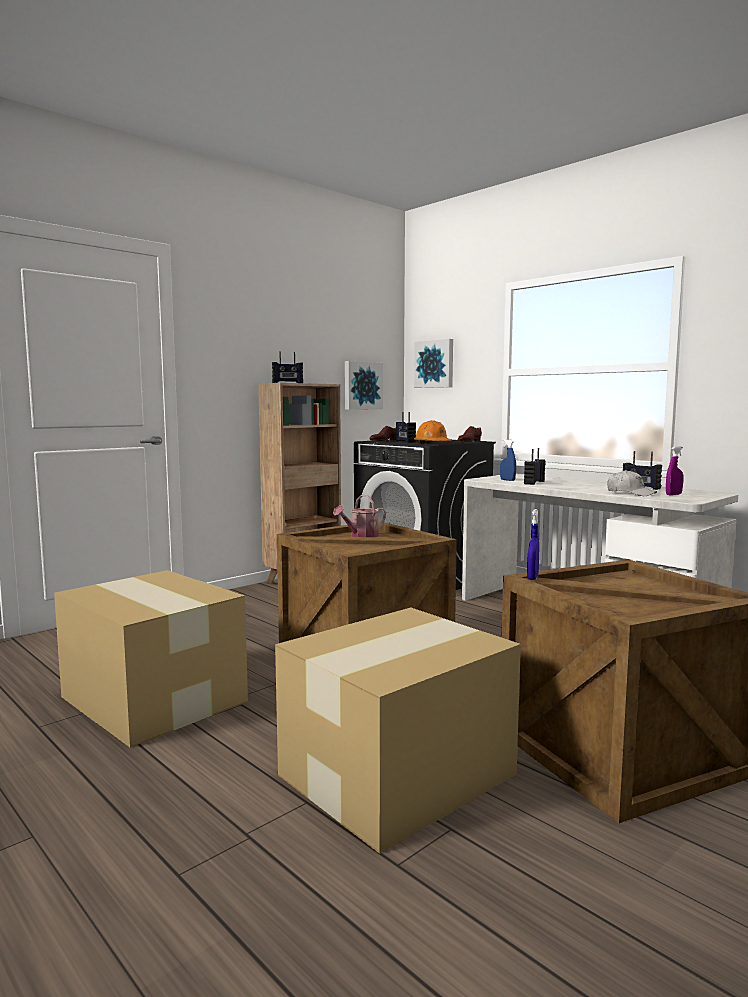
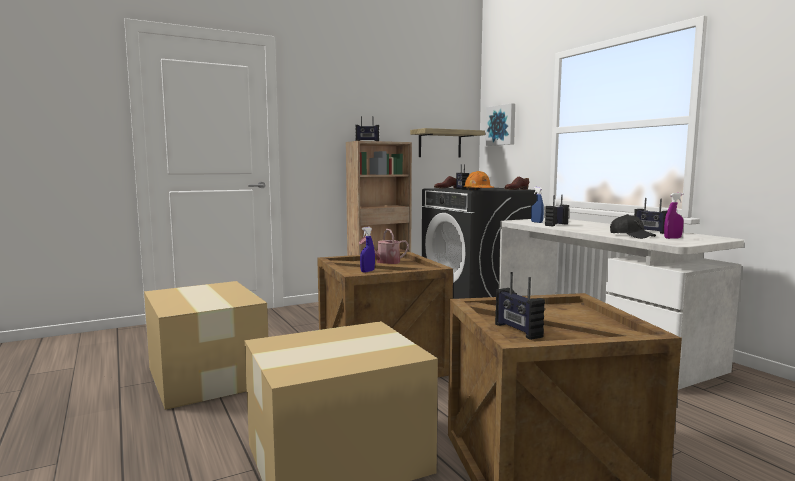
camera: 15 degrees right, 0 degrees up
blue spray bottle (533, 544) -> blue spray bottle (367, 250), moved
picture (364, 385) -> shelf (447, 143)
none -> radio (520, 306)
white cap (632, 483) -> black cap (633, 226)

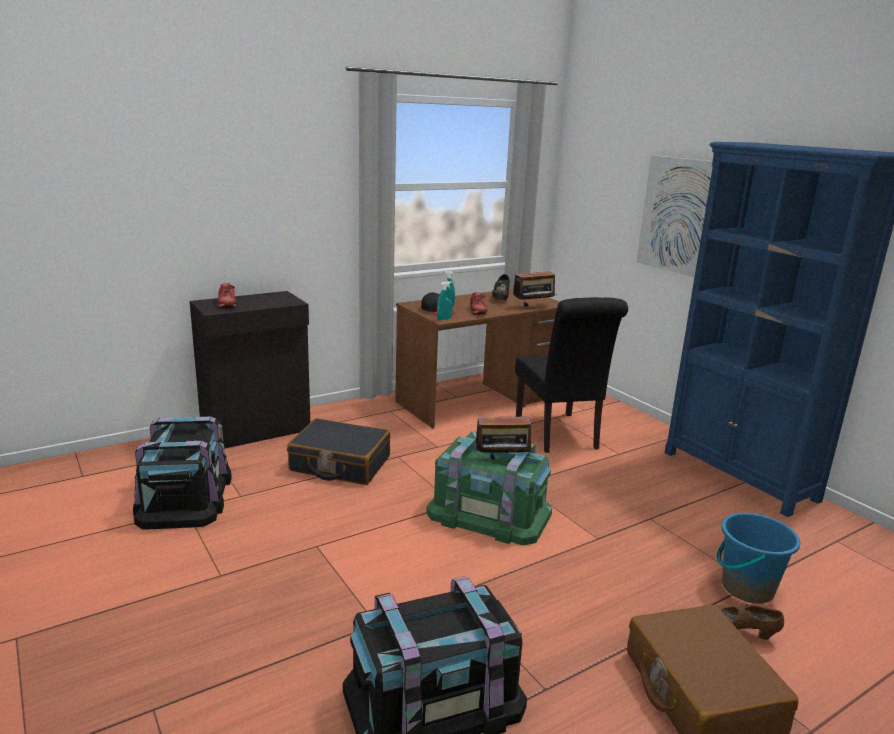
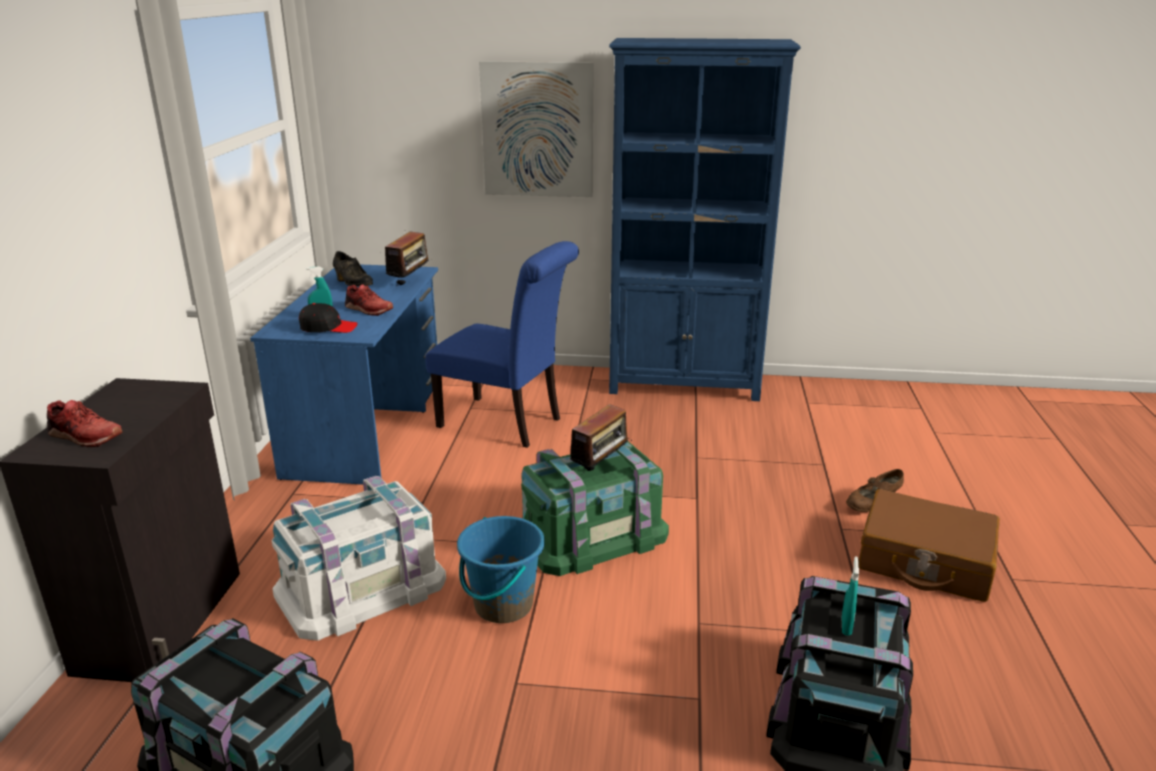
camera: 50 degrees left, 5 degrees up
brown desk (477, 359) -> blue desk (344, 375)
black suitcase (338, 451) -> white storage box (359, 558)
black chair (571, 375) -> blue chair (502, 344)
blue bucket (758, 558) -> blue bucket (501, 569), moved
turquoise spray bottle (445, 300) -> turquoise spray bottle (850, 596), moved

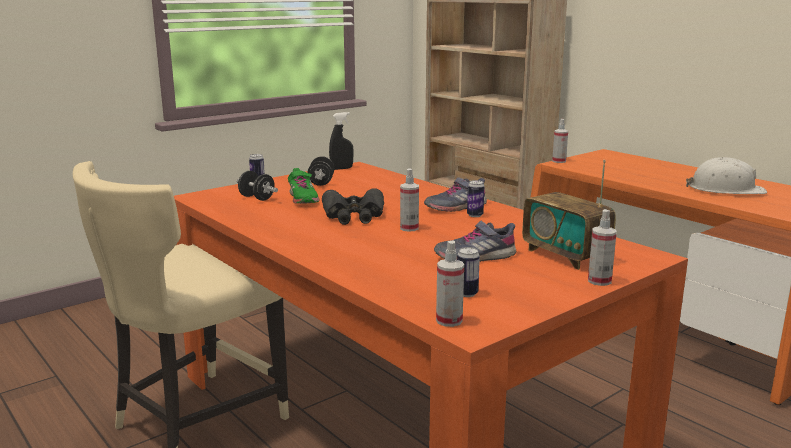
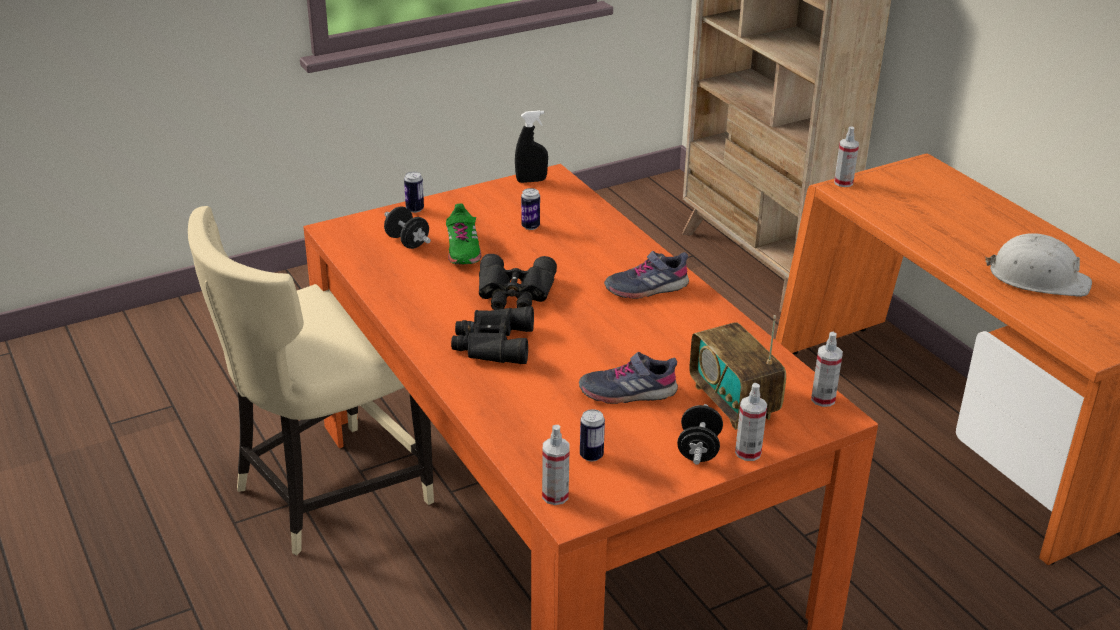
camera: 10 degrees right, 15 degrees up
none -> black binoculars (492, 335)
can (475, 198) -> can (530, 209), moved
black dumbbell (321, 171) -> black dumbbell (700, 434), moved
spray bottle (409, 200) -> spray bottle (827, 369), moved

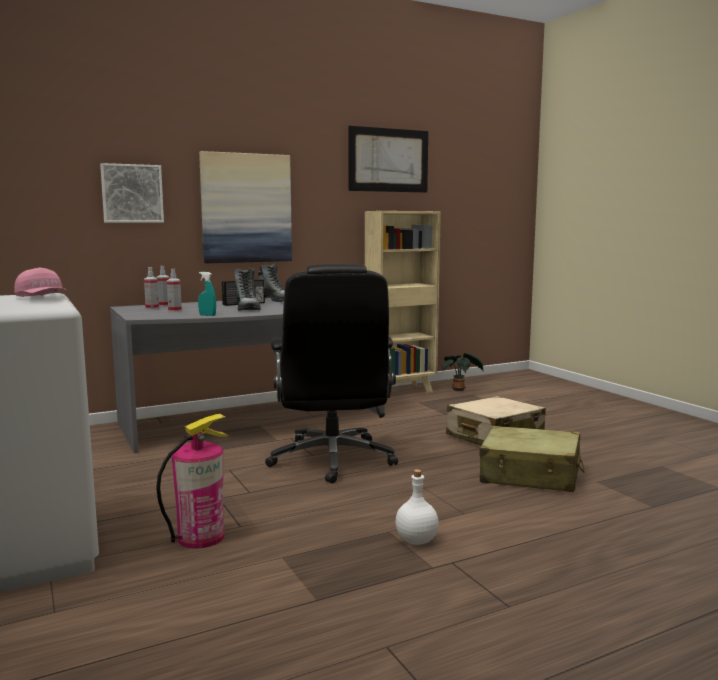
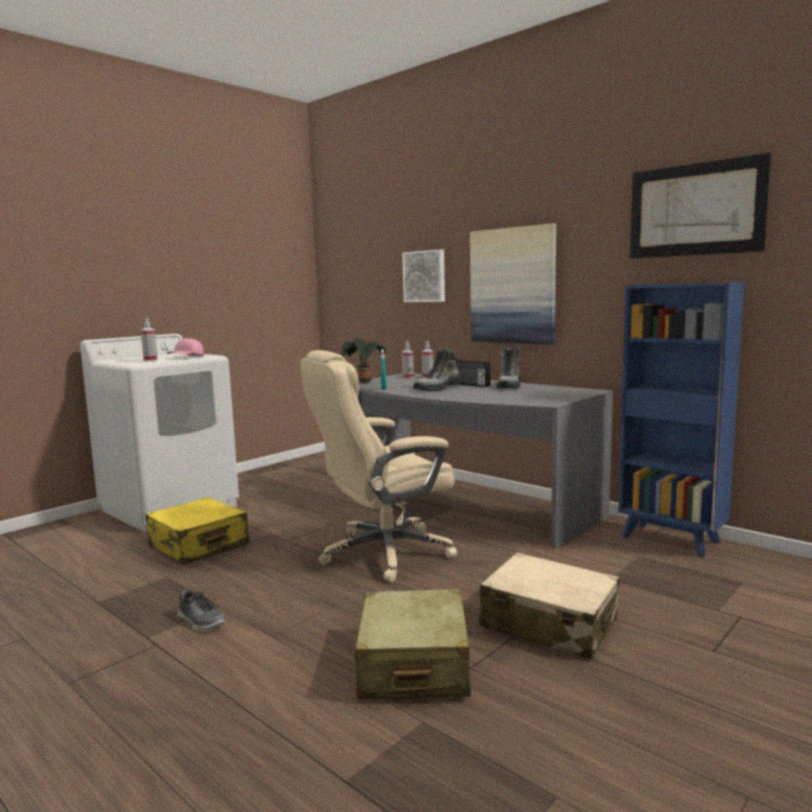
camera: 70 degrees right, 0 degrees up
spray bottle (174, 290) -> spray bottle (149, 339), moved
fire extinguisher (192, 481) -> yellow suitcase (197, 531)
white bottle (417, 507) -> shoe (201, 610)
black office chair (331, 374) -> beige office chair (379, 466)
potted plant (462, 372) -> potted plant (363, 360), moved
beige bookcase (403, 302) -> blue bookcase (681, 419)

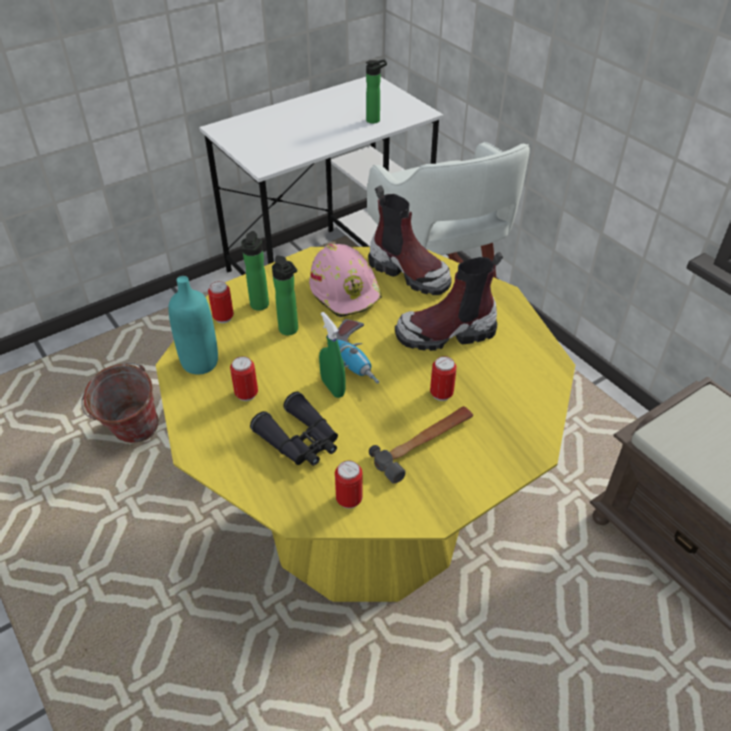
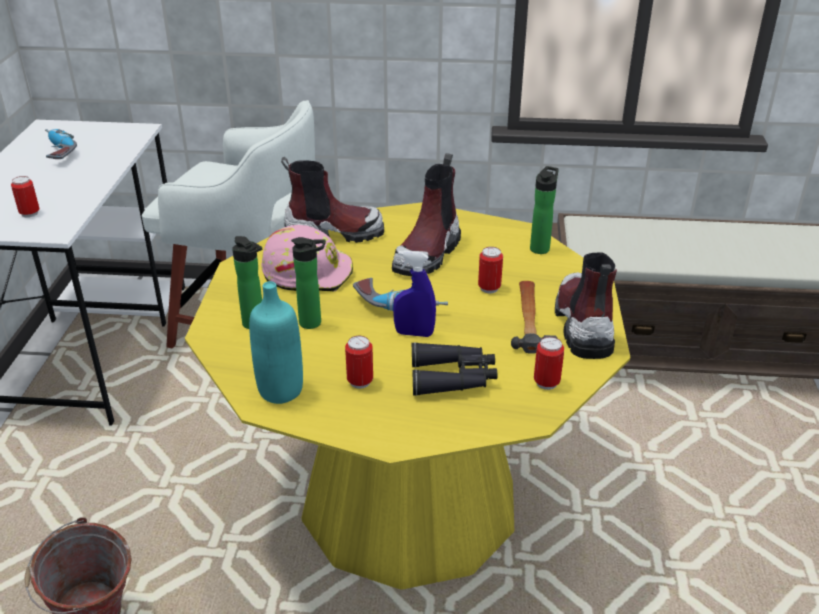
camera: 50 degrees left, 10 degrees down
can (221, 302) -> can (25, 197), moved
none -> power drill (61, 144)
green spray bottle (332, 355) -> blue spray bottle (414, 294)
bottle (376, 92) -> bottle (544, 210), moved
none -> boot (586, 305)

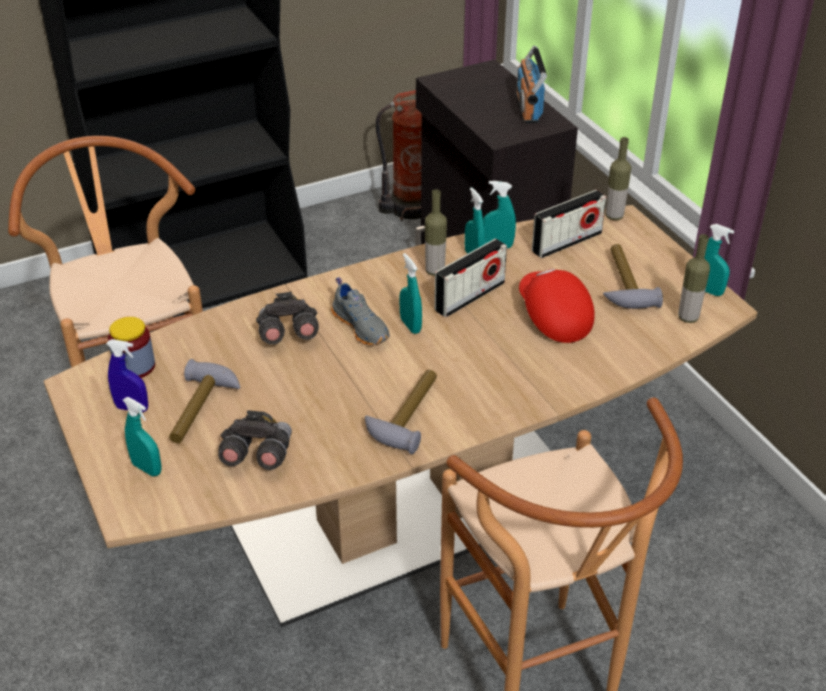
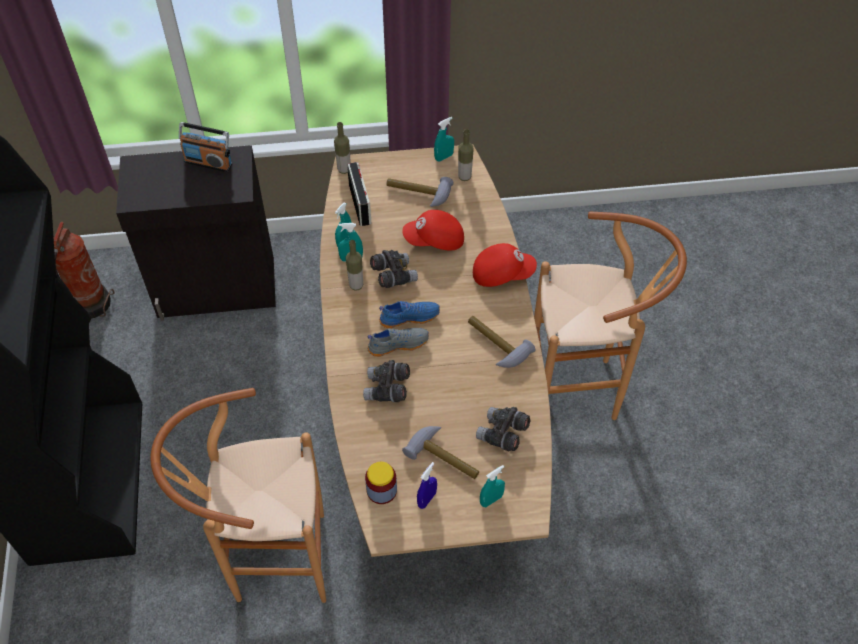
camera: 70 degrees left, 15 degrees up
radio (470, 278) -> grey binoculars (394, 269)
turquoise spray bottle (410, 293) -> blue shoe (409, 314)
none -> red cap (505, 265)

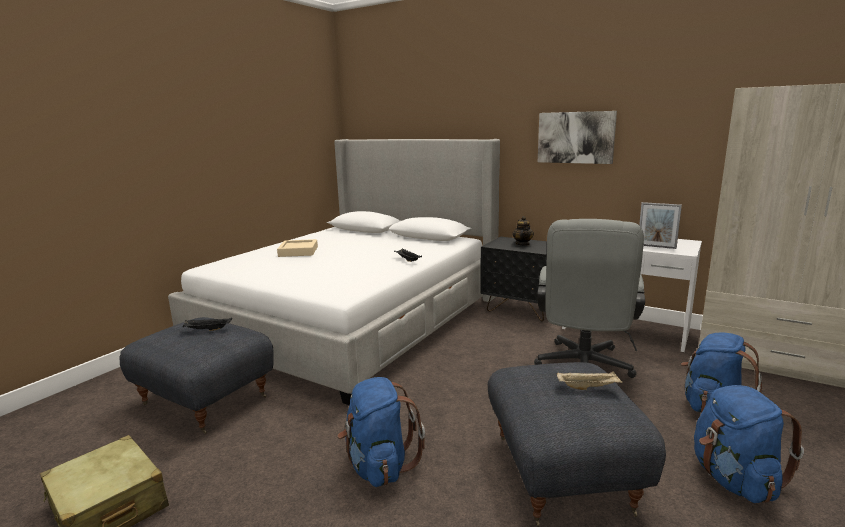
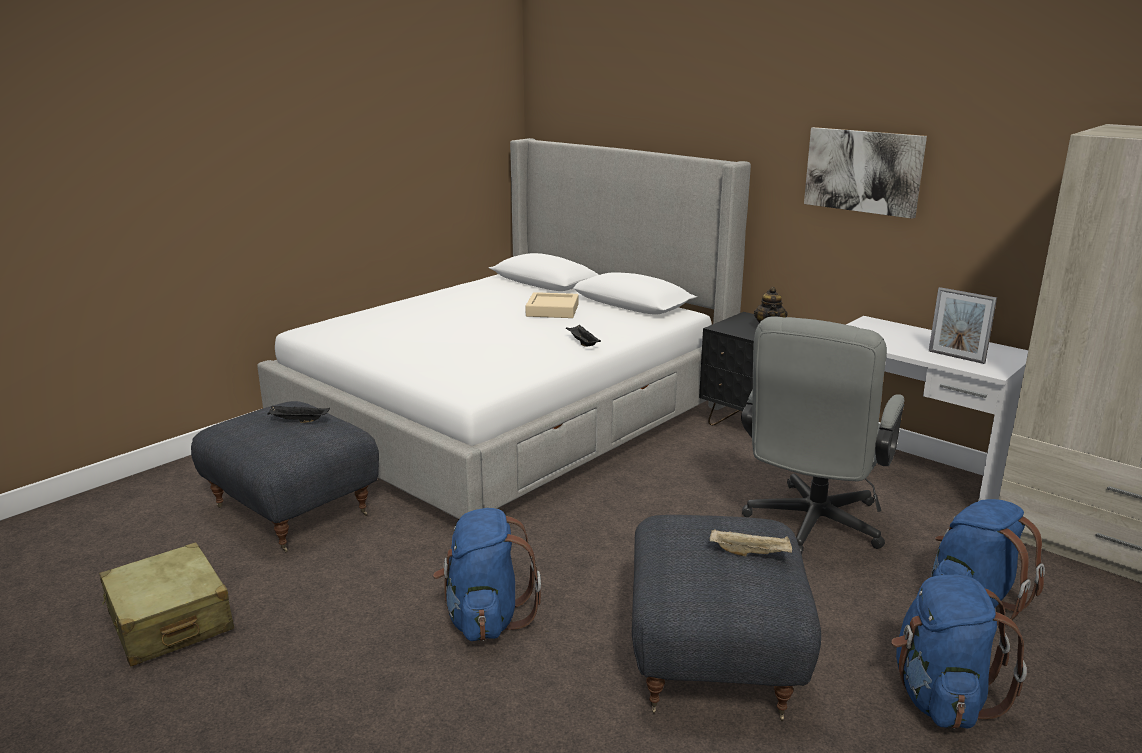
camera: 10 degrees right, 5 degrees up
beige tray (297, 248) -> beige tray (552, 305), moved

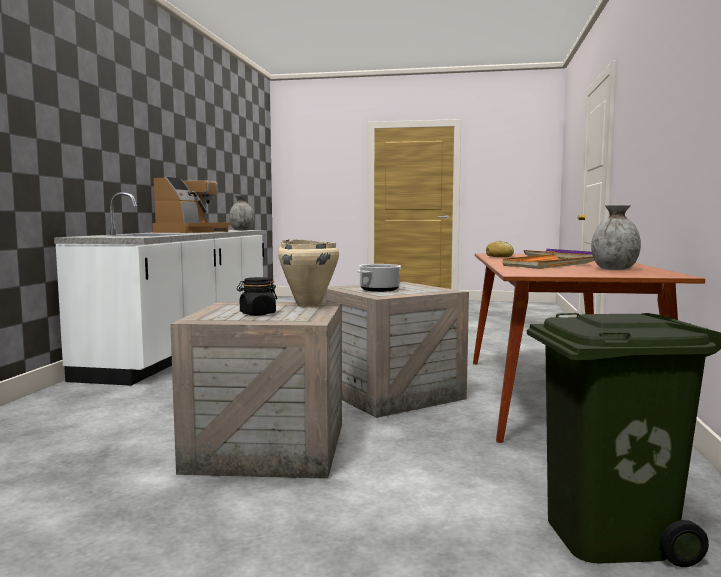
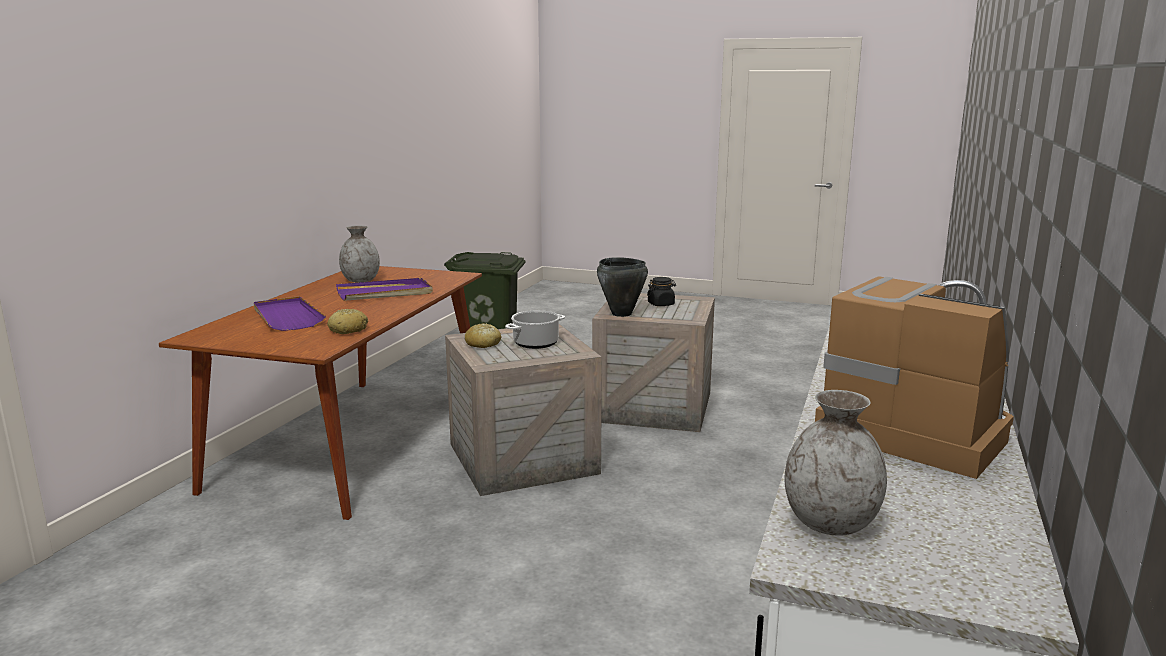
camera: 170 degrees left, 10 degrees up
orange tray (548, 261) -> purple tray (384, 289)
none -> bread (483, 335)
beige cooking pot (308, 273) -> black cooking pot (622, 287)
coffee machine (191, 205) -> coffee machine (914, 377), 105 degrees clockwise

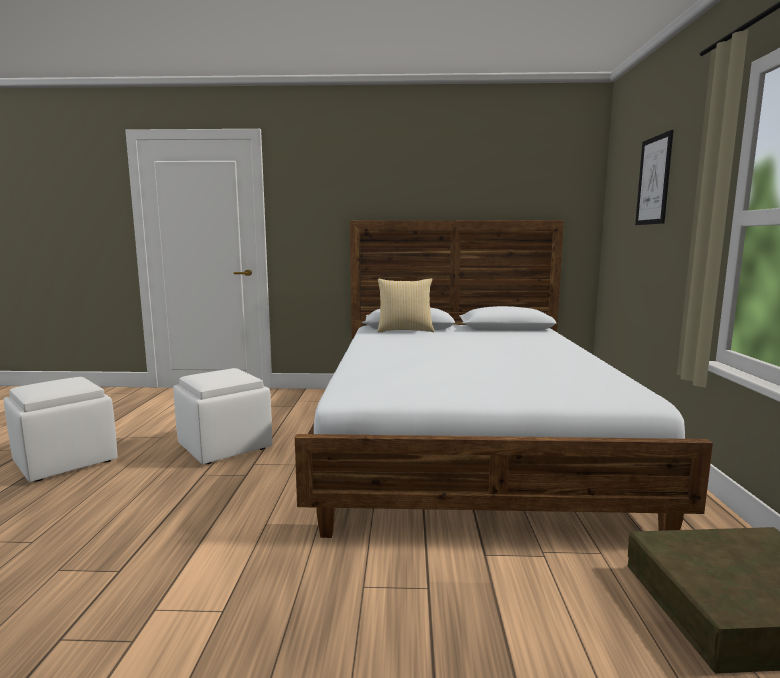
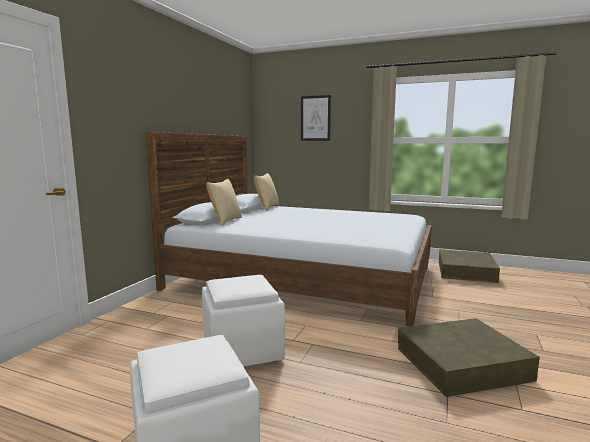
camera: 70 degrees left, 0 degrees up
none -> pillow (266, 191)
none -> brown storage box (469, 357)

